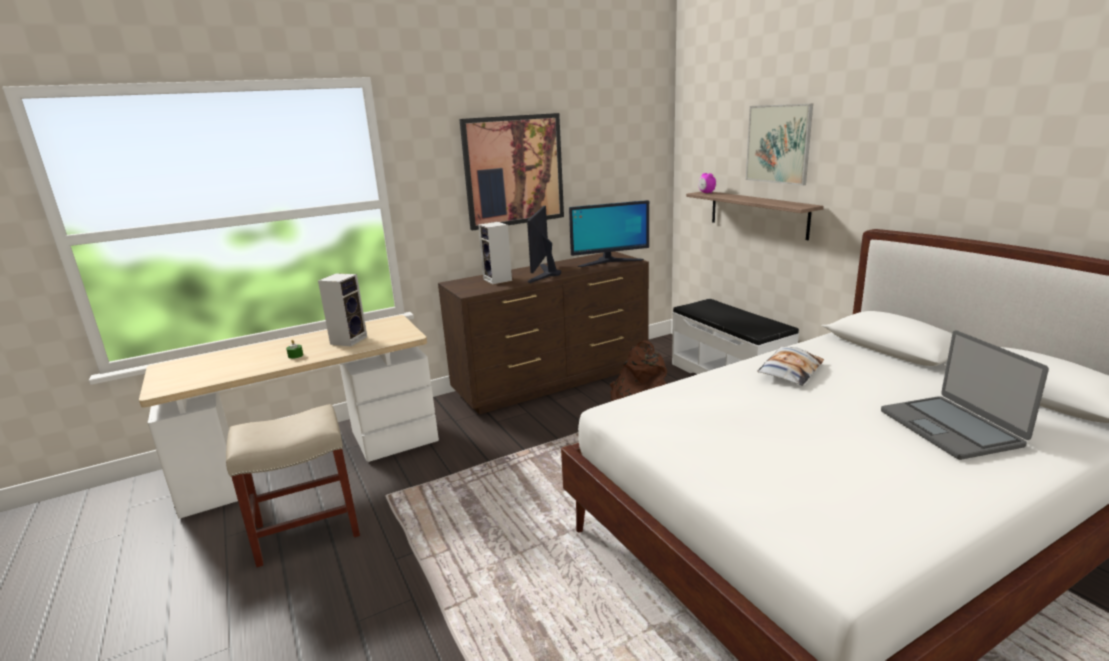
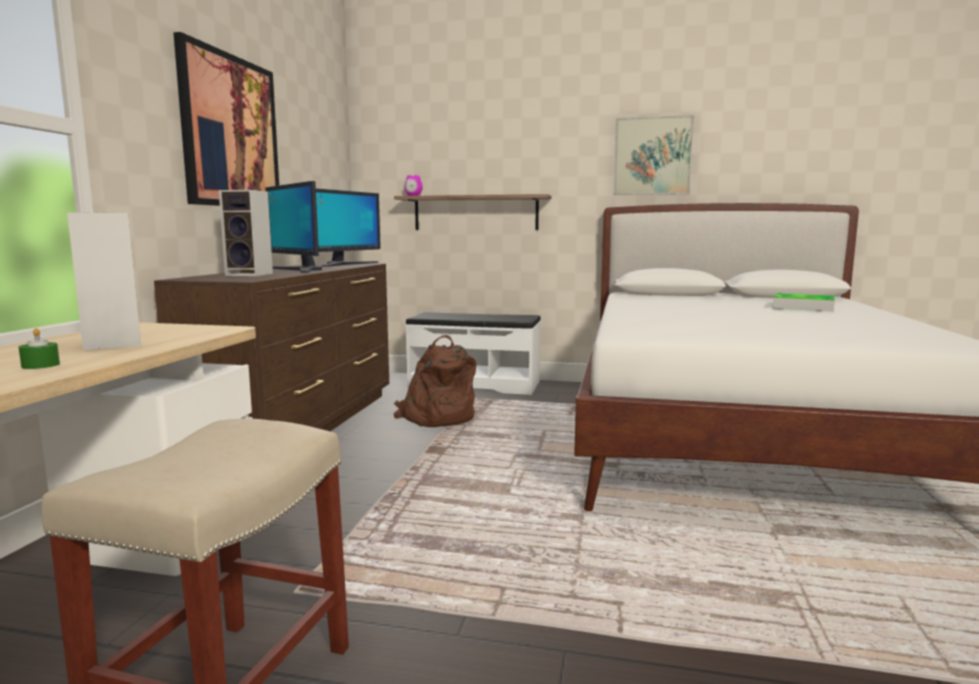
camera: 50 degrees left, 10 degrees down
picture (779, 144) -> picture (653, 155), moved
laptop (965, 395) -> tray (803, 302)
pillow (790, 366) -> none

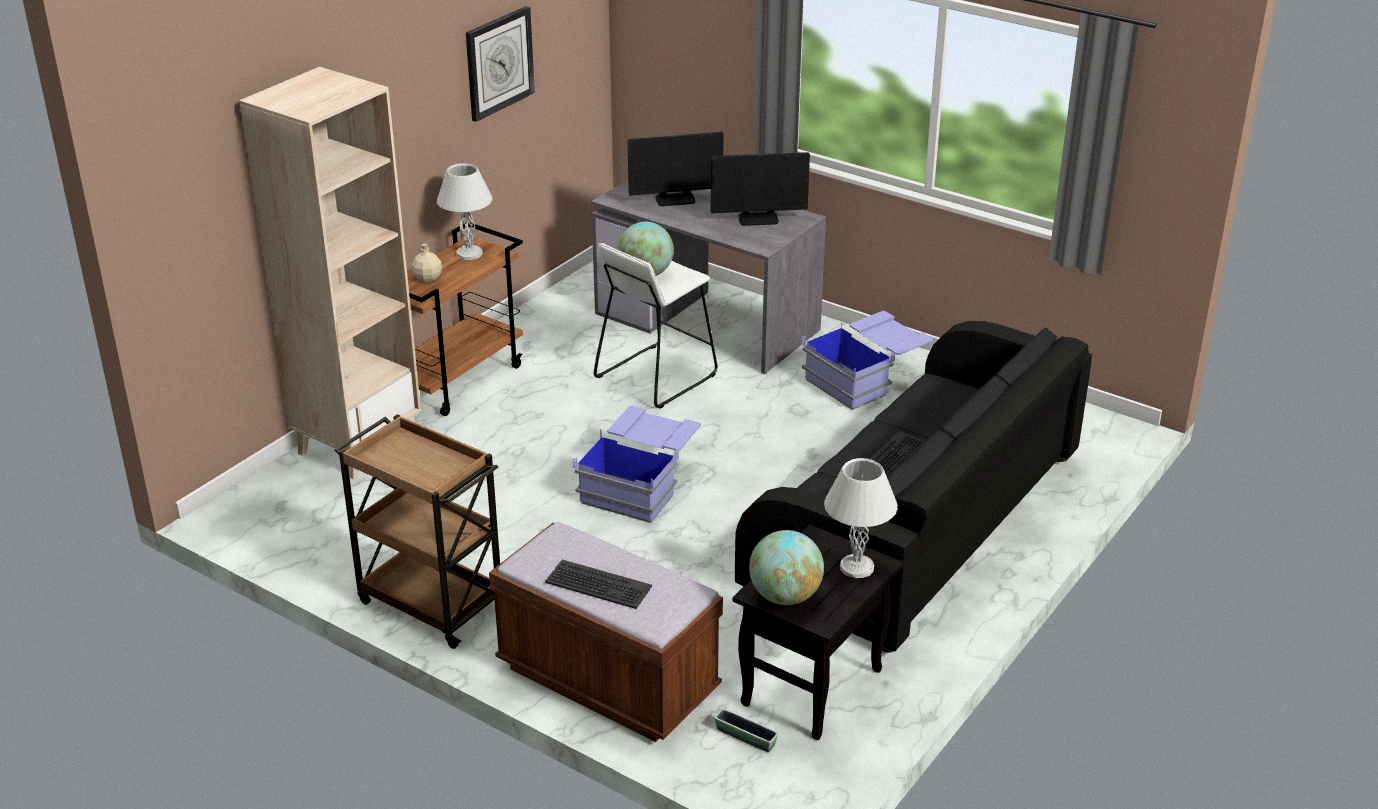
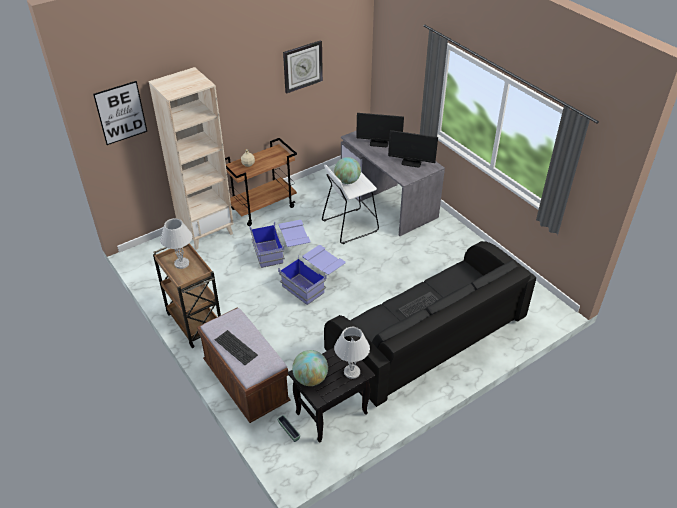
camera: 20 degrees right, 10 degrees up
none -> picture (120, 113)
white table lamp (464, 211) -> white table lamp (176, 243), moved
blue storage box (867, 360) -> blue storage box (280, 244), moved

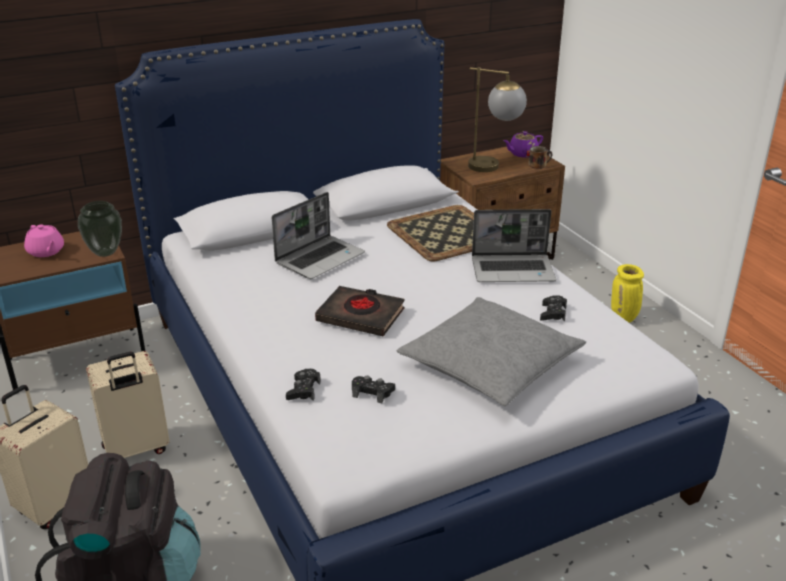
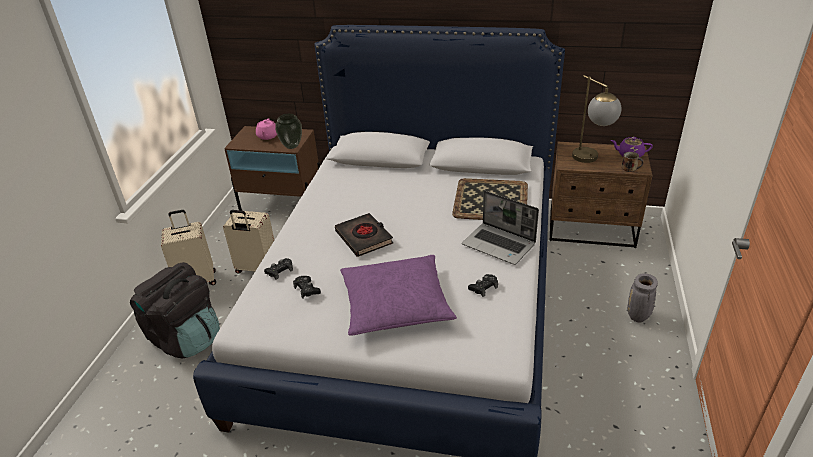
camera: 40 degrees right, 5 degrees up
grey pillow (491, 351) -> purple pillow (398, 295)
yellow vase (627, 293) -> grey vase (642, 298)
laptop (318, 235) -> none

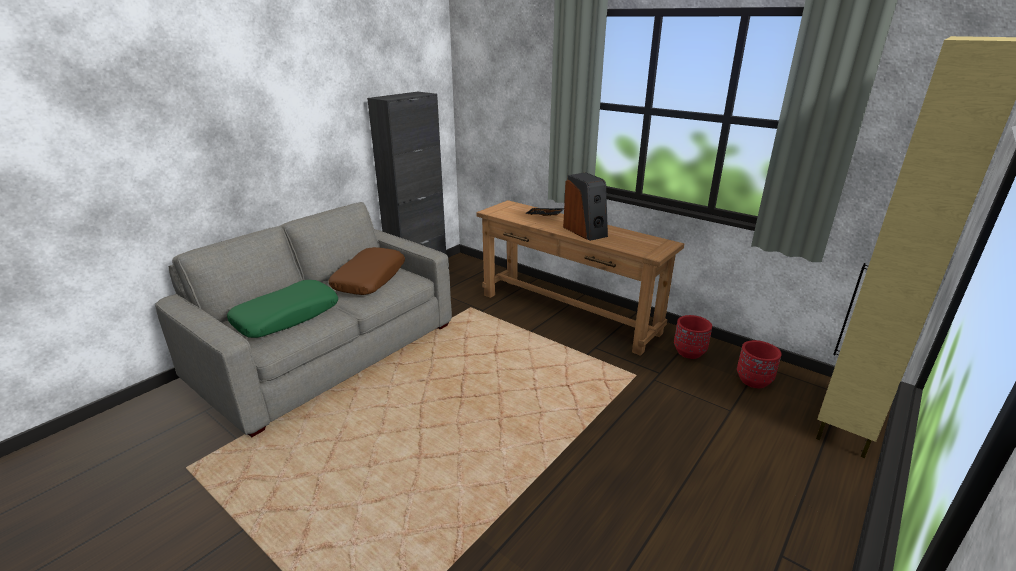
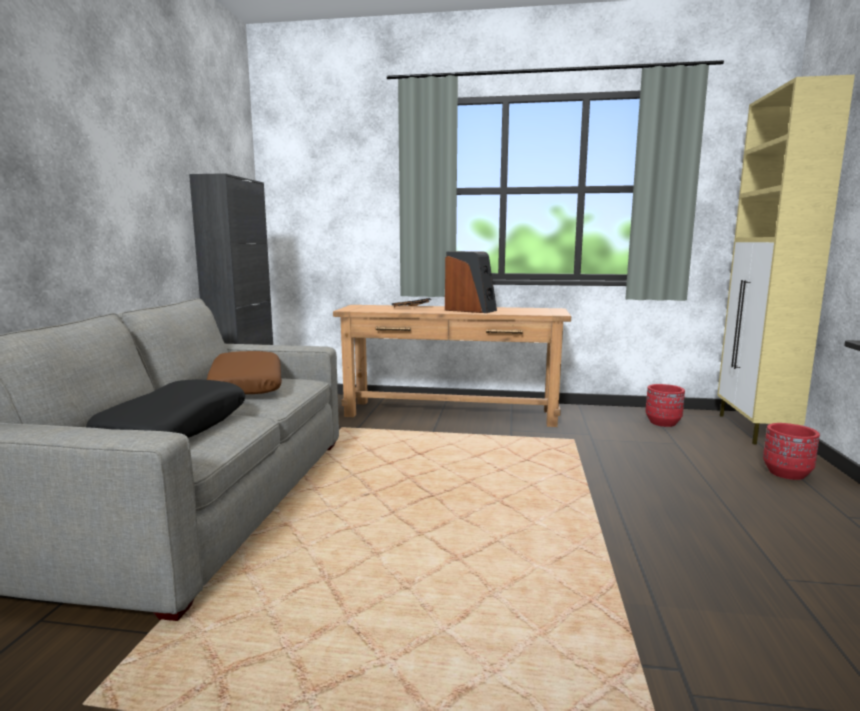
camera: 30 degrees left, 15 degrees down
green pillow (282, 309) -> black pillow (165, 408)
red planter (693, 337) -> red planter (791, 451), moved

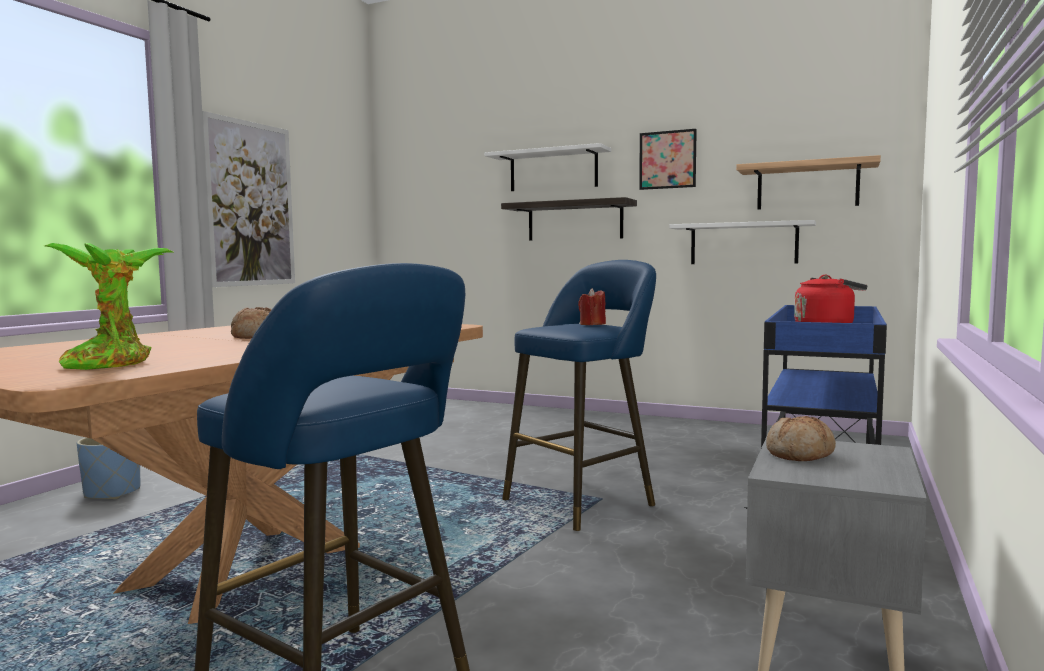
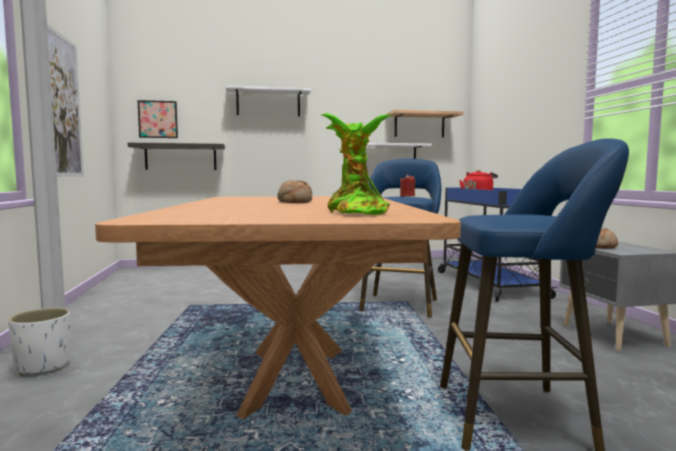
camera: 35 degrees left, 0 degrees up
blue planter (108, 468) -> white planter (39, 342)
shelf (569, 219) -> shelf (176, 156), moved
picture (668, 159) -> picture (157, 119), moved

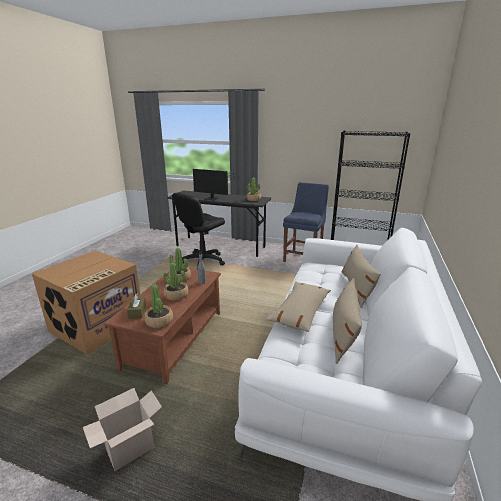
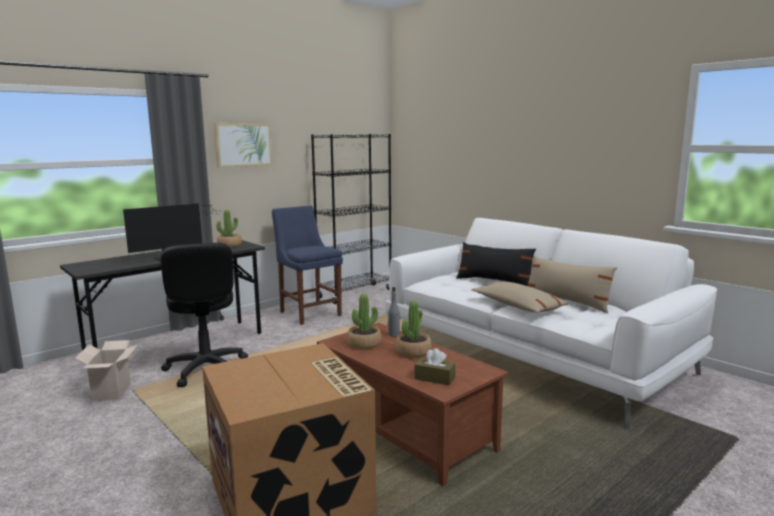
camera: 60 degrees left, 10 degrees down
cardboard box (122, 429) -> cardboard box (106, 370), moved
none -> picture (243, 145)
beige pillow (361, 276) -> black pillow (496, 264)
potted plant (159, 306) -> none

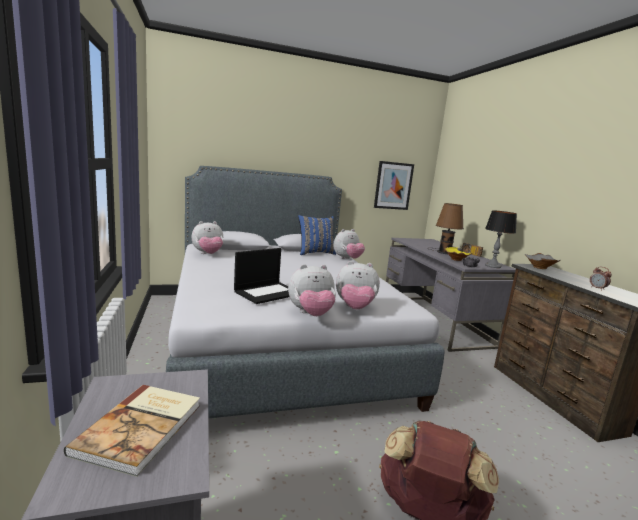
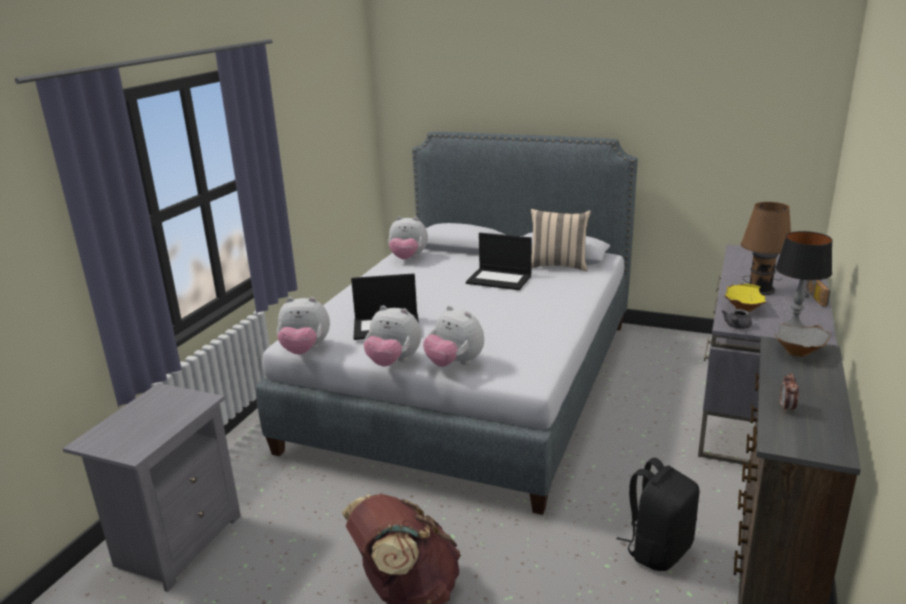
camera: 40 degrees right, 10 degrees up
plush toy (349, 244) -> plush toy (303, 326), moved
none -> laptop (499, 261)
blue pillow (317, 235) -> beige pillow (561, 240)
none -> black backpack (657, 514)
book (132, 431) -> none
picture (394, 185) -> none

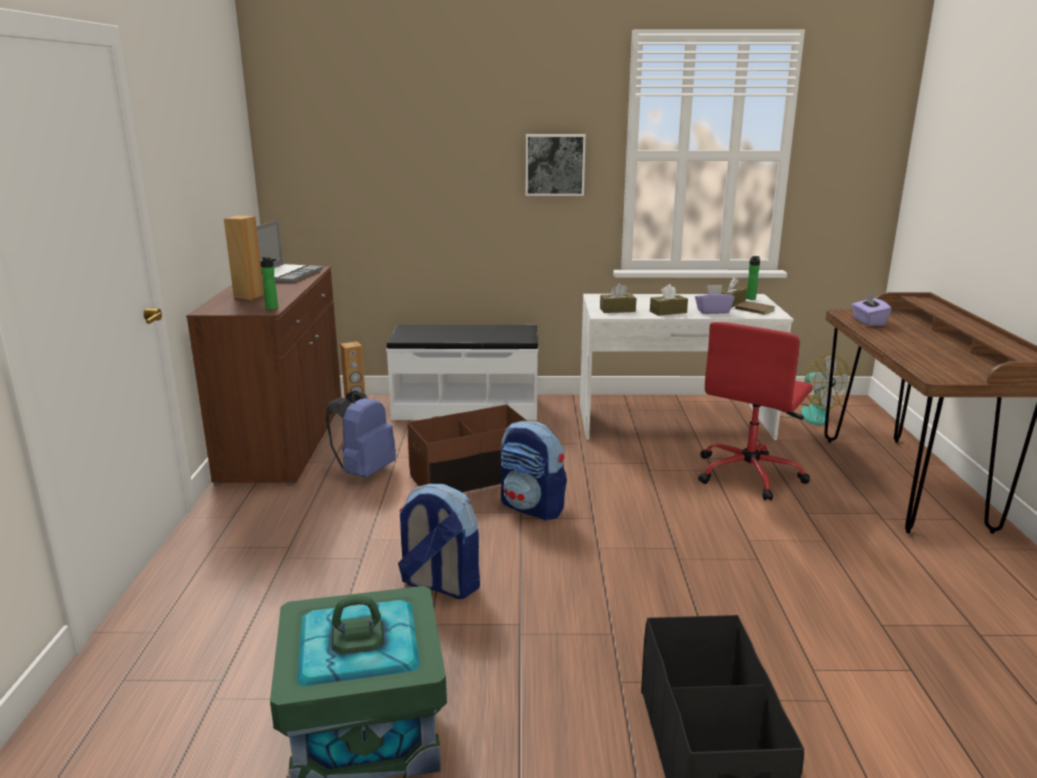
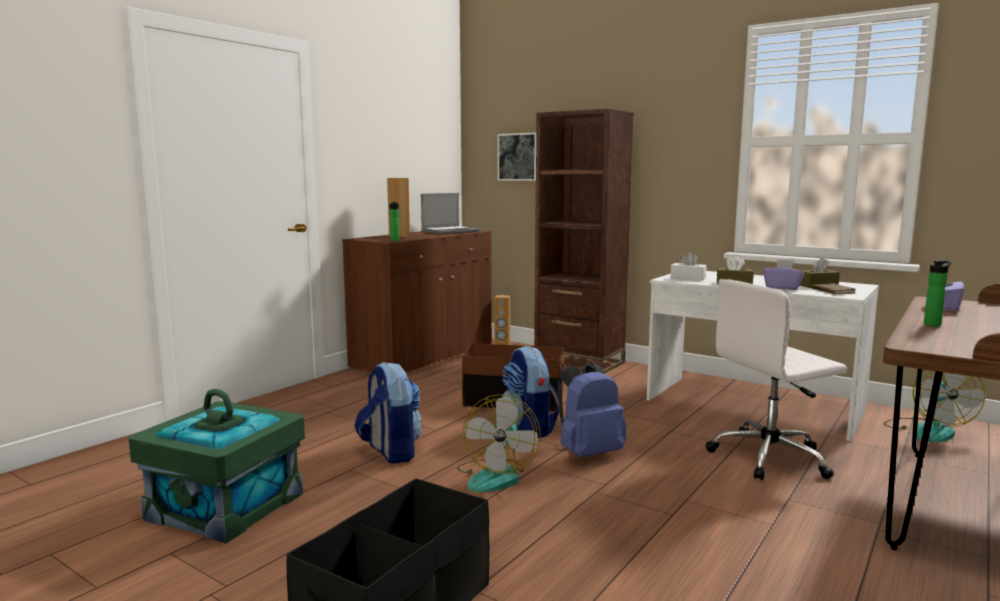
camera: 35 degrees right, 10 degrees down
none -> fan (499, 443)
picture (556, 165) -> picture (516, 157), moved
white bench (462, 372) -> brown bookcase (584, 241)
blue backpack (361, 434) -> blue backpack (591, 409), moved
brown tissue box (618, 298) -> white tissue box (689, 266)
red office chair (755, 411) -> white office chair (776, 379)
bottle (753, 278) -> bottle (937, 293), moved

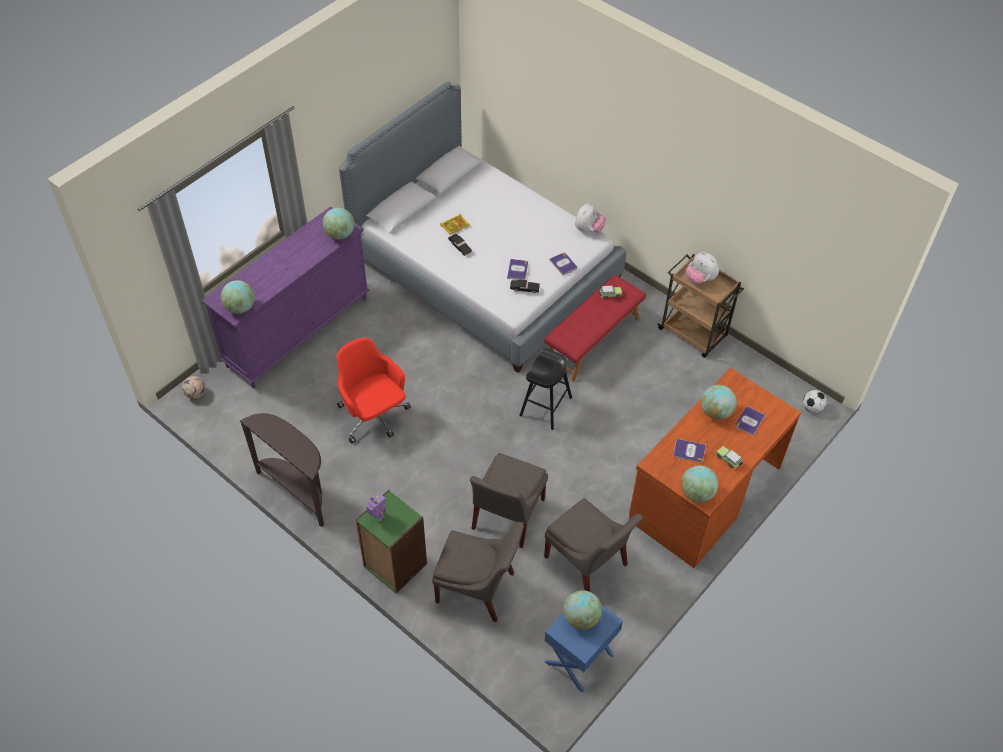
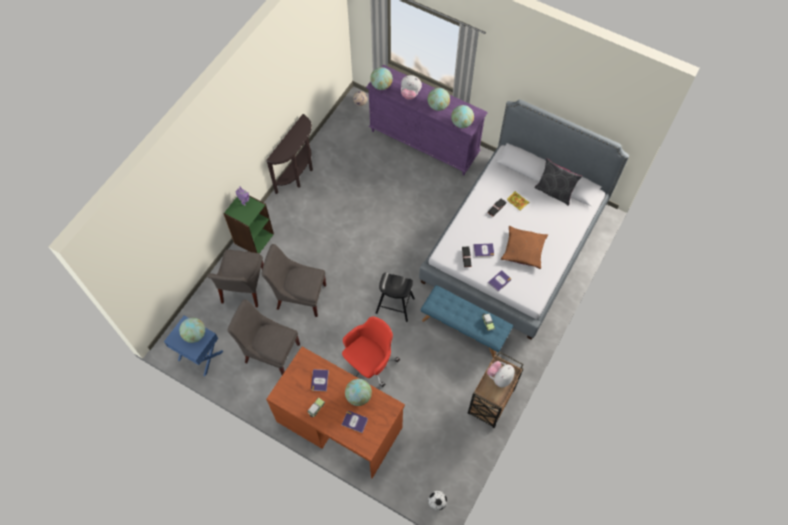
camera: 80 degrees right, 10 degrees up
grey chair (593, 545) -> grey chair (264, 337), 75 degrees clockwise
red office chair (373, 391) -> red office chair (371, 351), moved
plush toy (590, 218) -> plush toy (411, 87), moved
red bench (595, 328) -> blue bench (466, 321)
globe (699, 483) -> globe (438, 99), moved
none -> brown pillow (524, 247)
none -> grey pillow (558, 182)

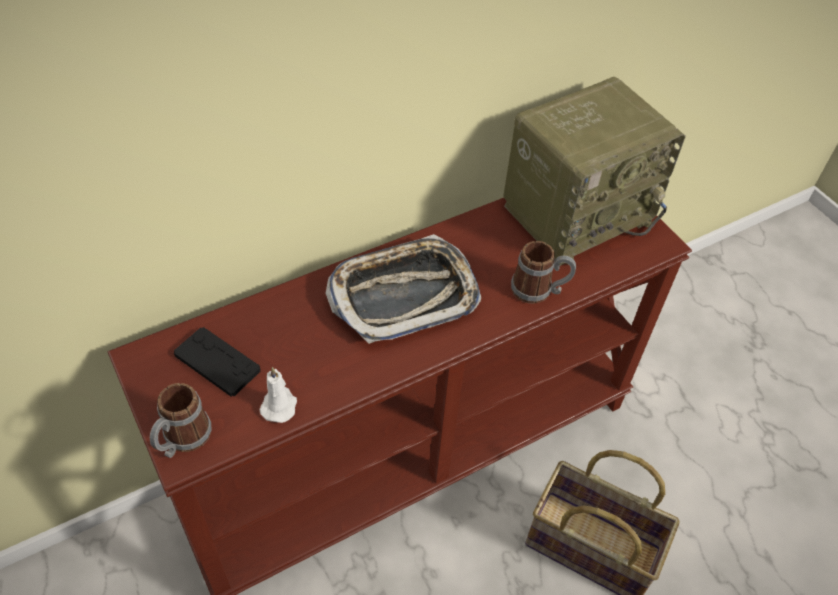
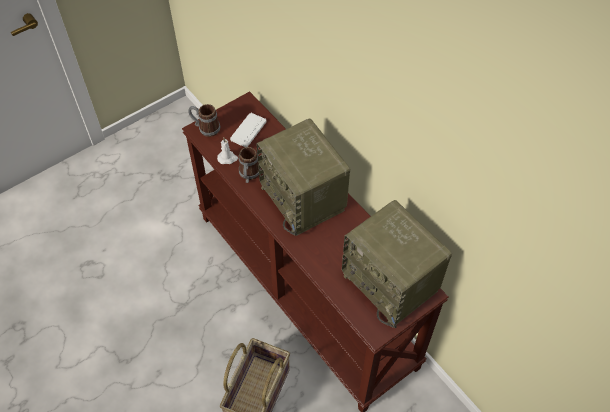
camera: 85 degrees right, 5 degrees up
black game controller (217, 362) -> white game controller (248, 130)
mug (543, 272) -> mug (250, 165), moved
tray (403, 289) -> radio (303, 177)

